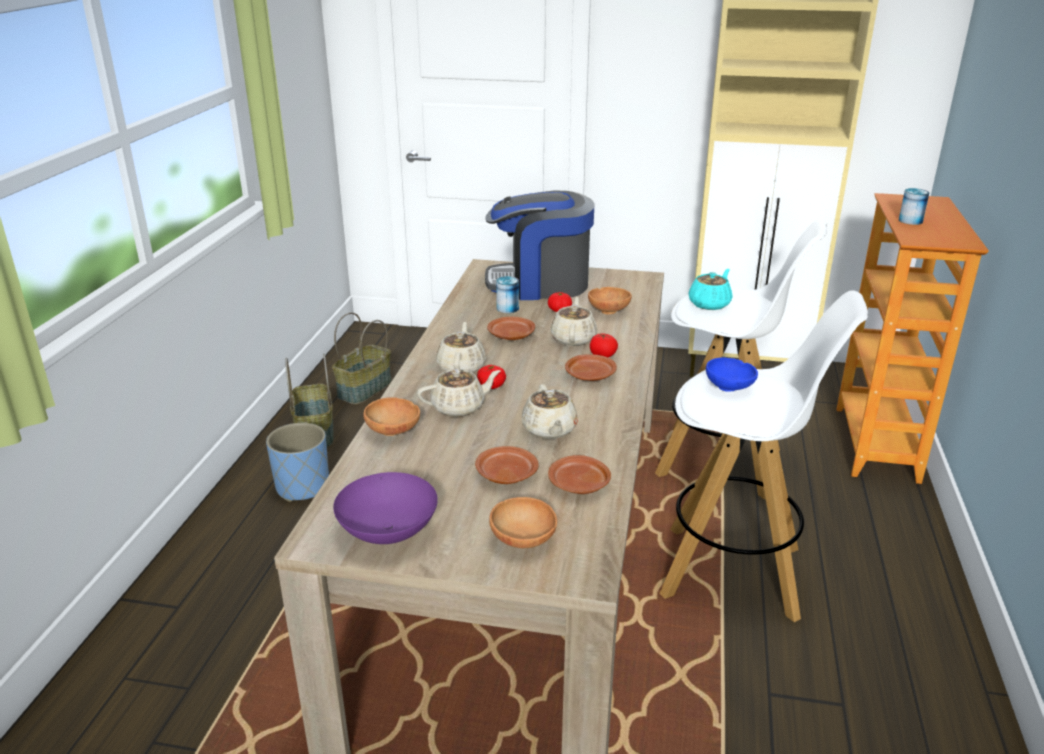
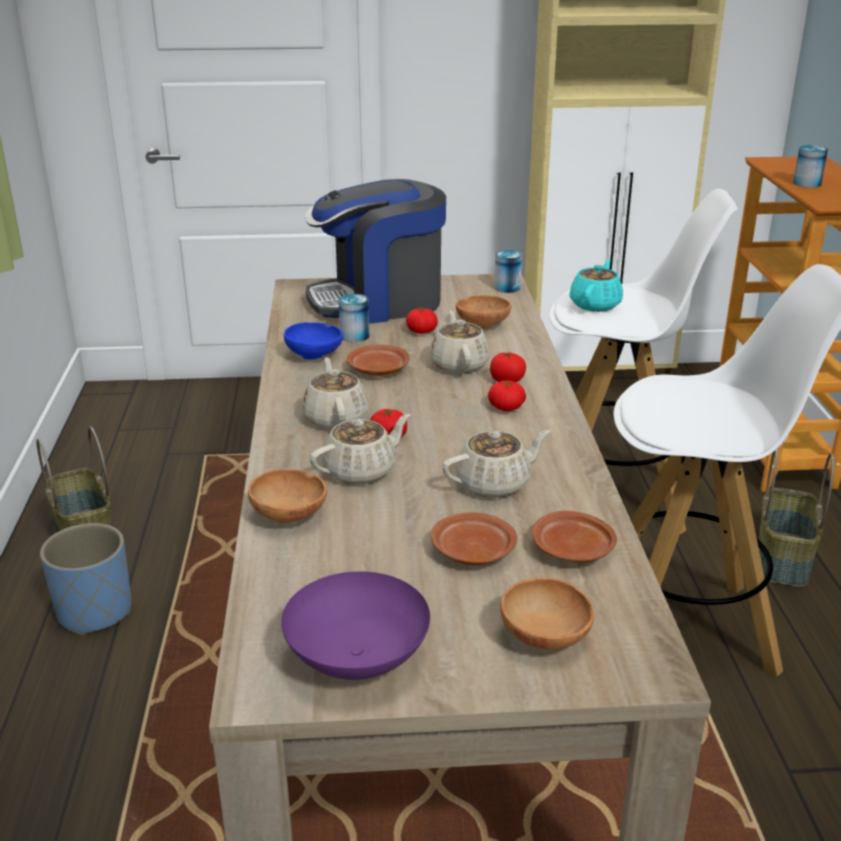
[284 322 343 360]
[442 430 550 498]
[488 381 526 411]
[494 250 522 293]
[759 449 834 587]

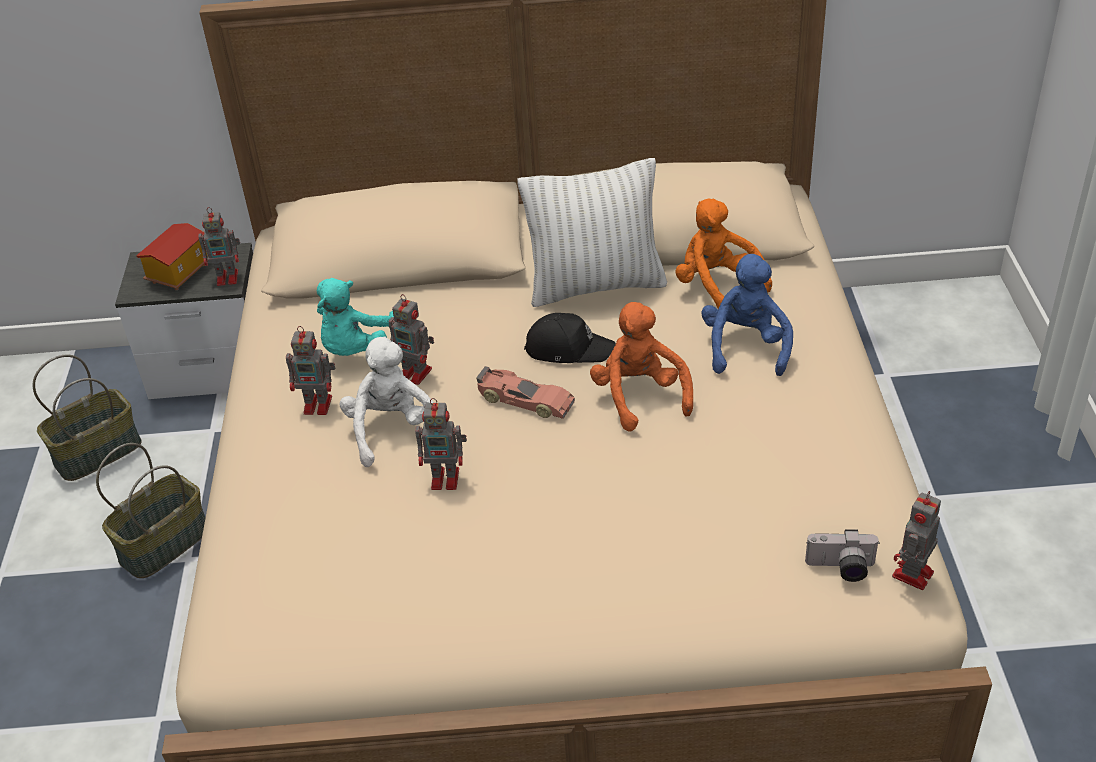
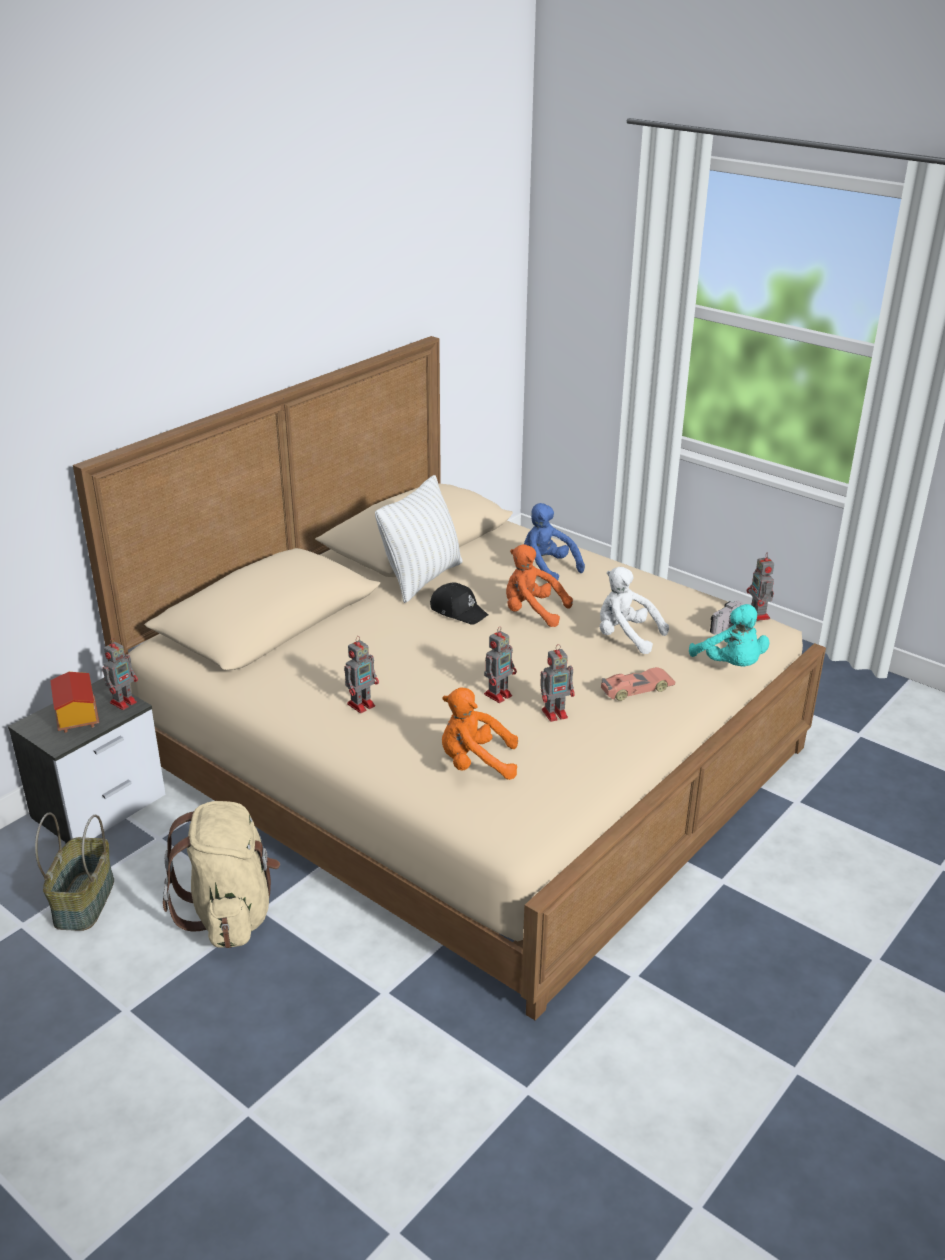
[163 801 280 948]
[430 583 488 624]
[442 688 518 780]
[540 644 575 722]
[600 567 669 654]
[601 667 675 701]
[689 604 769 666]

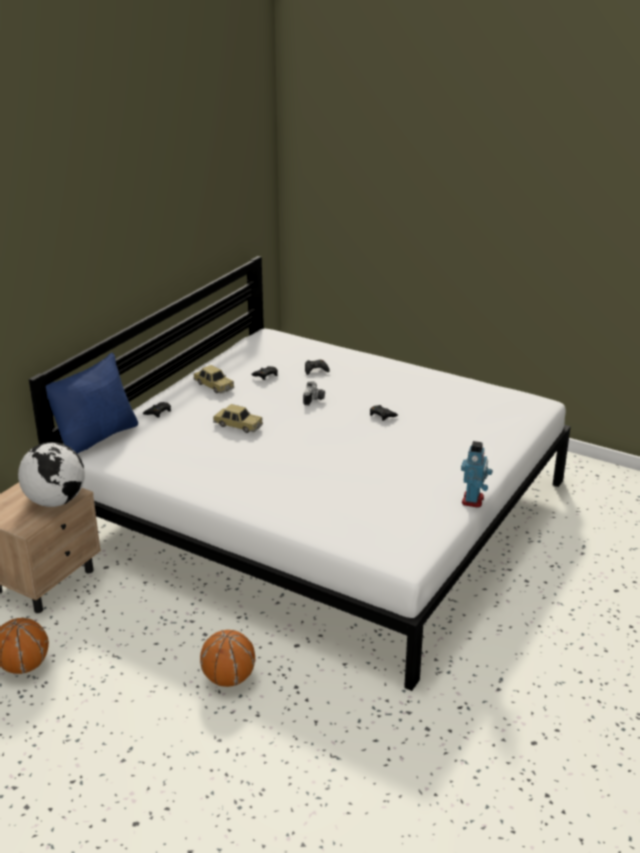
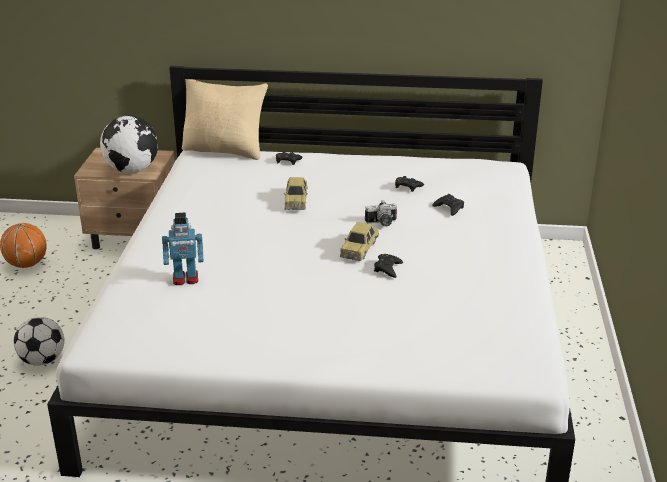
[14 317 64 366]
[162 213 204 285]
[182 79 268 160]
[340 222 379 261]

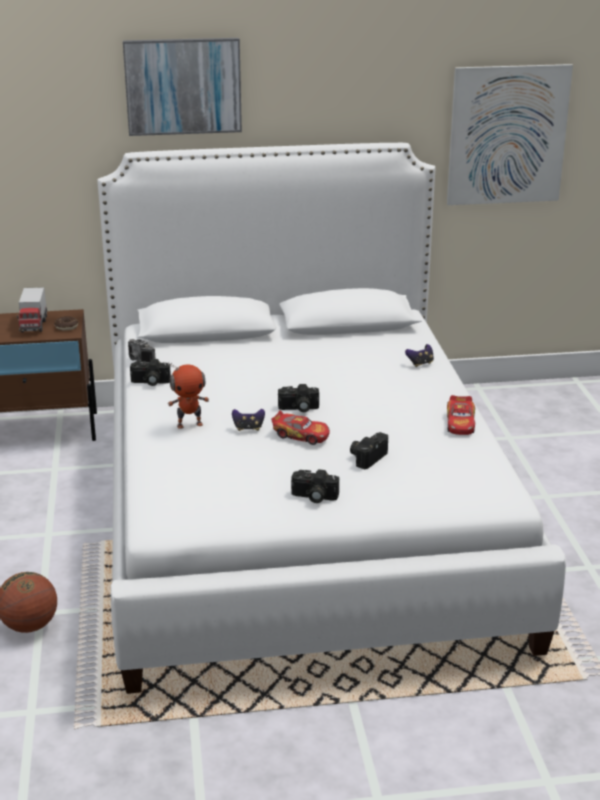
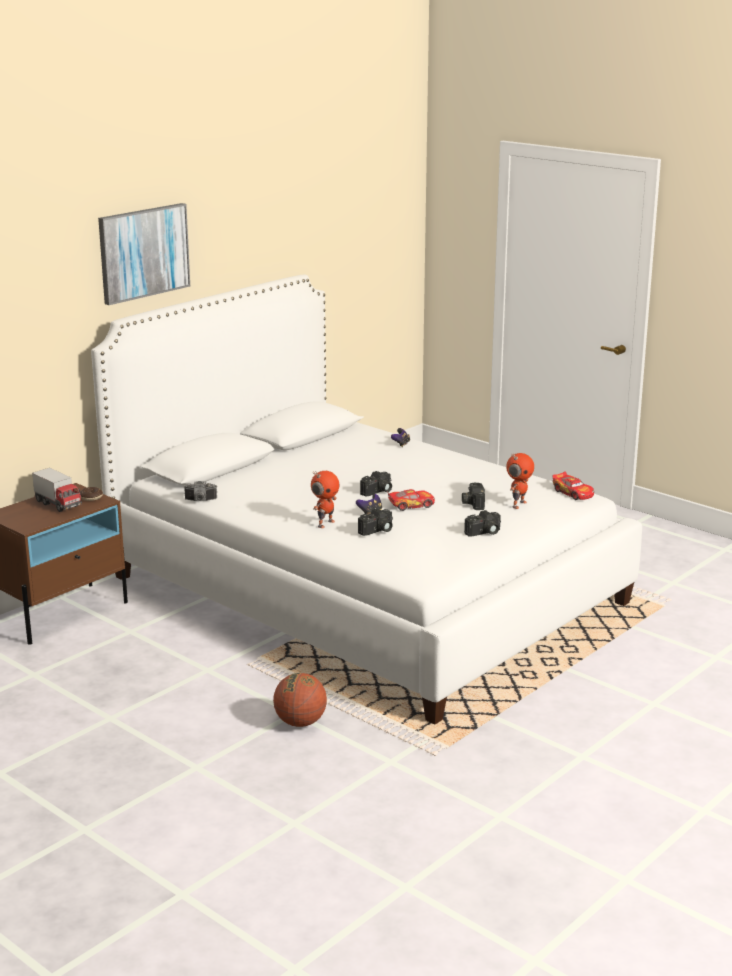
[358 508 393 536]
[506 453 534 509]
[553 472 594 500]
[447 64 573 205] (first image)

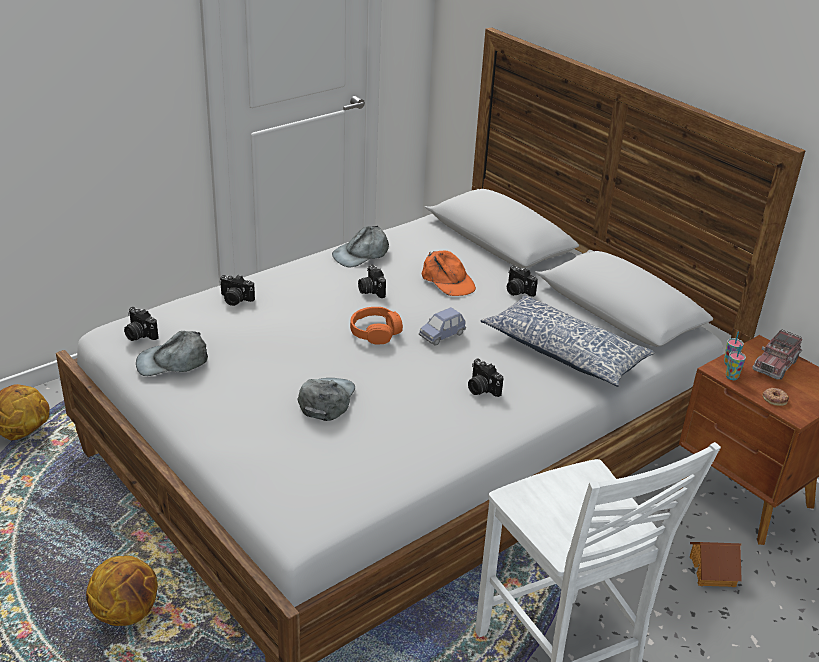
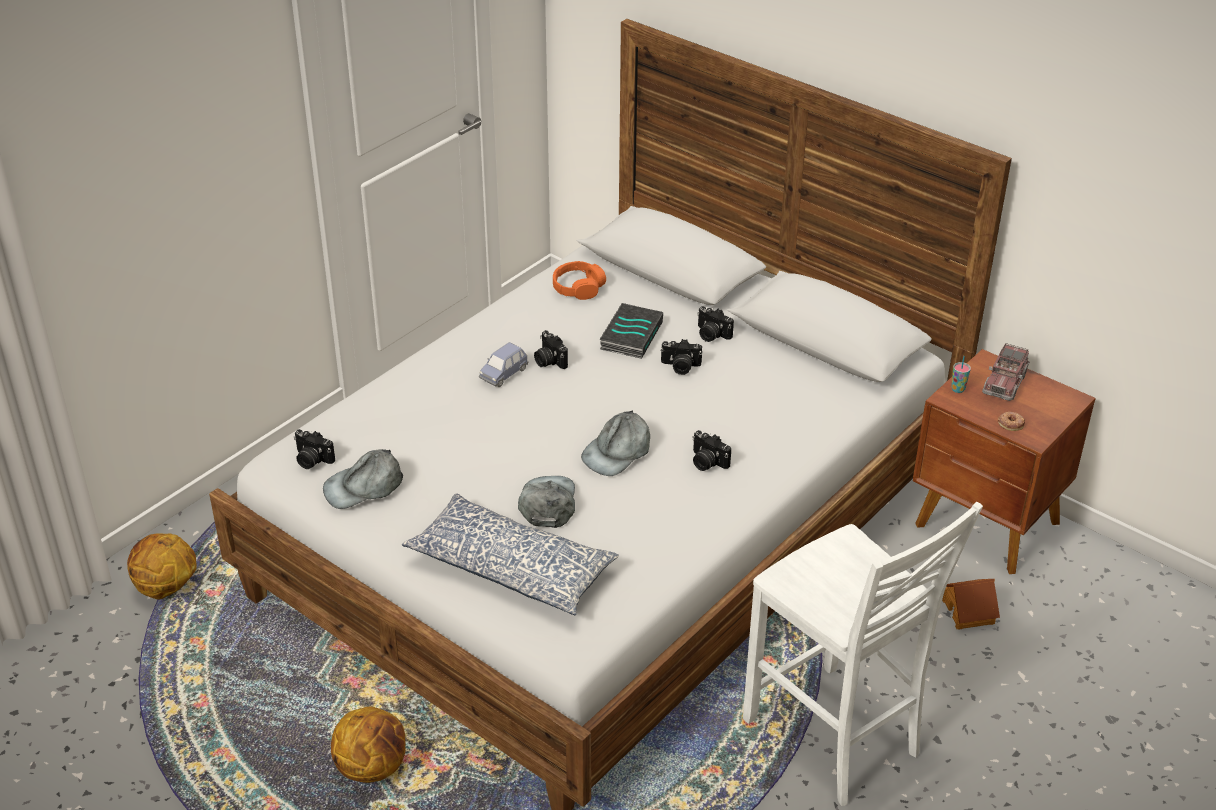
[402 493 619 615]
[479 342 529 387]
[553 261 606 300]
[581 410 650 476]
[599 303 663 359]
[661 339 702 375]
[726 345 746 380] (first image)

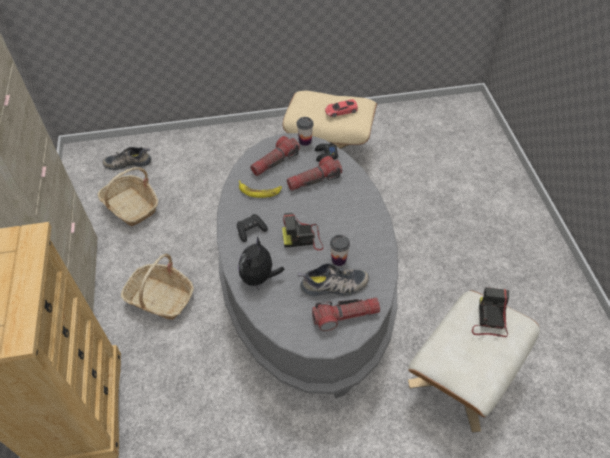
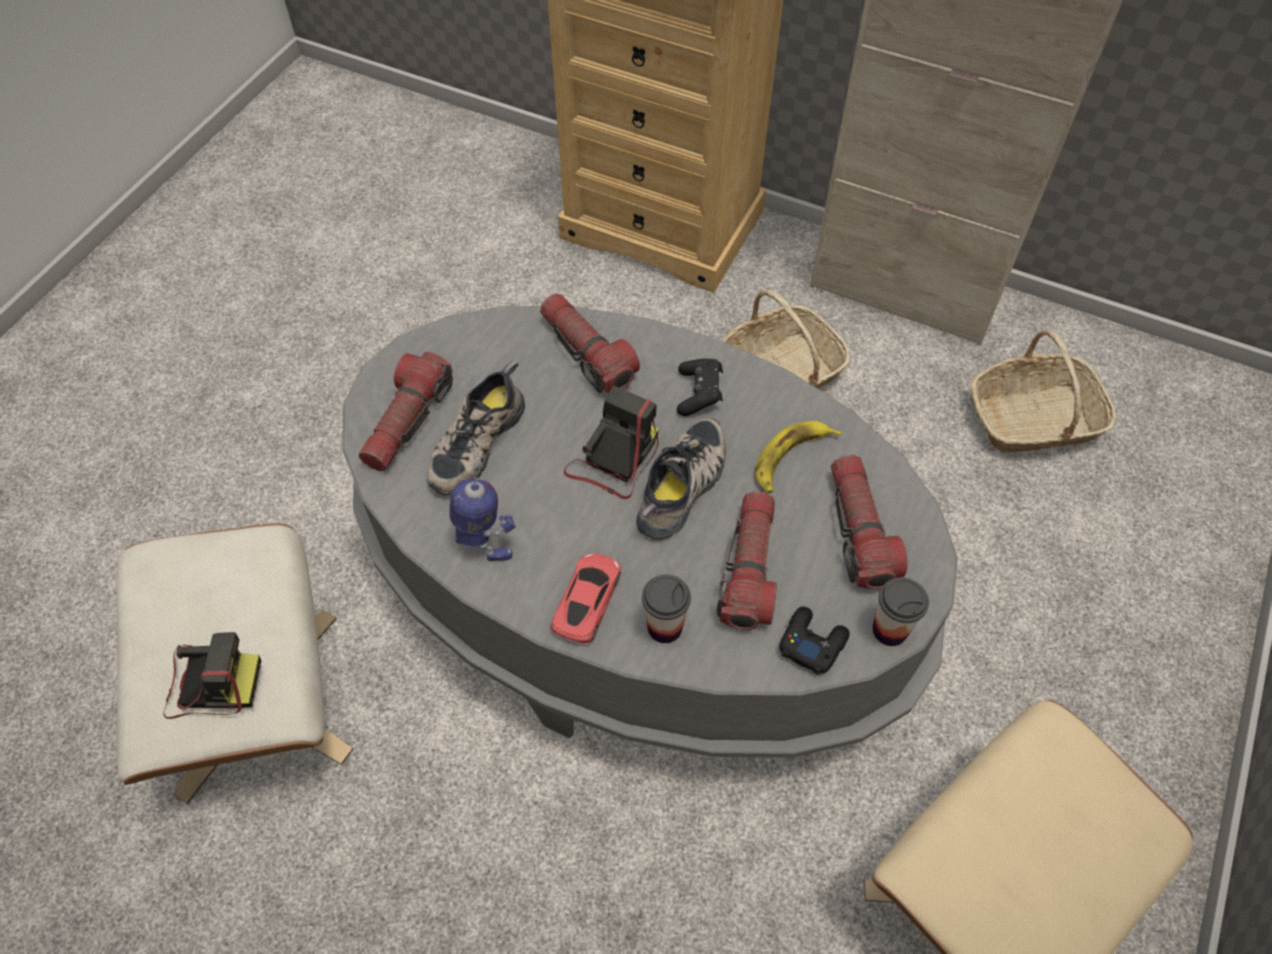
[164 632 261 719]
[449 442 516 561]
[540 294 640 394]
[551 553 621 644]
[636 417 726 539]
[642 575 691 643]

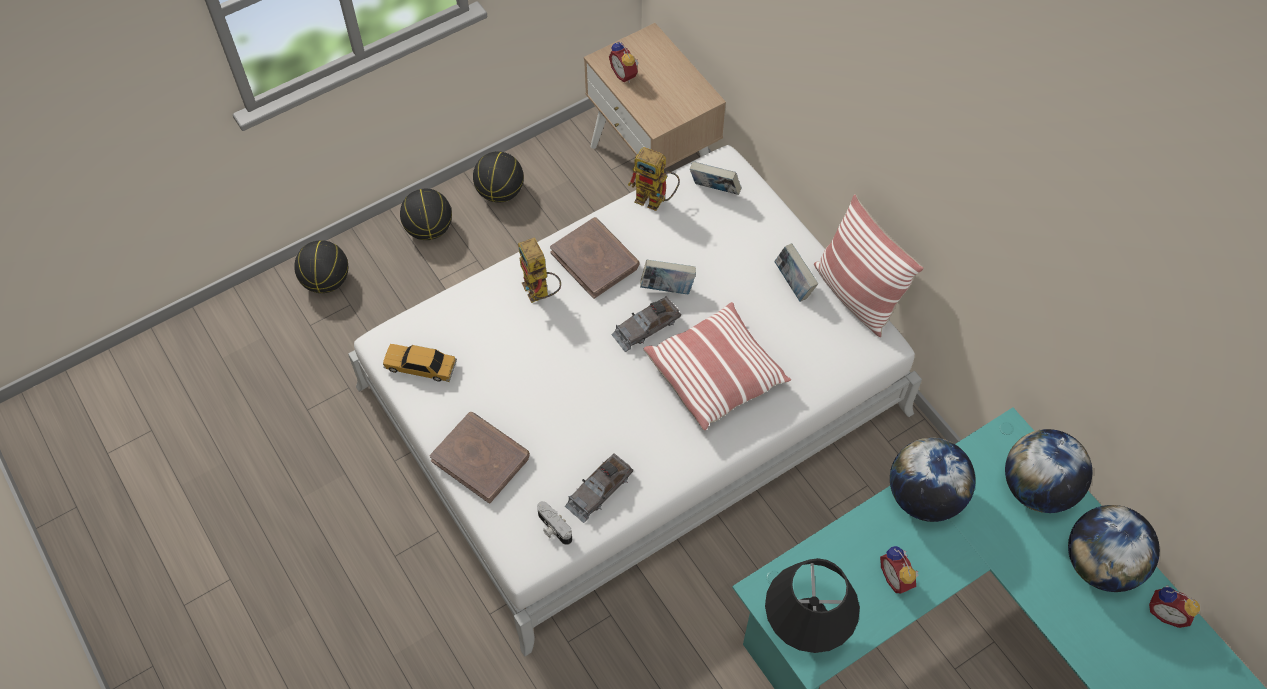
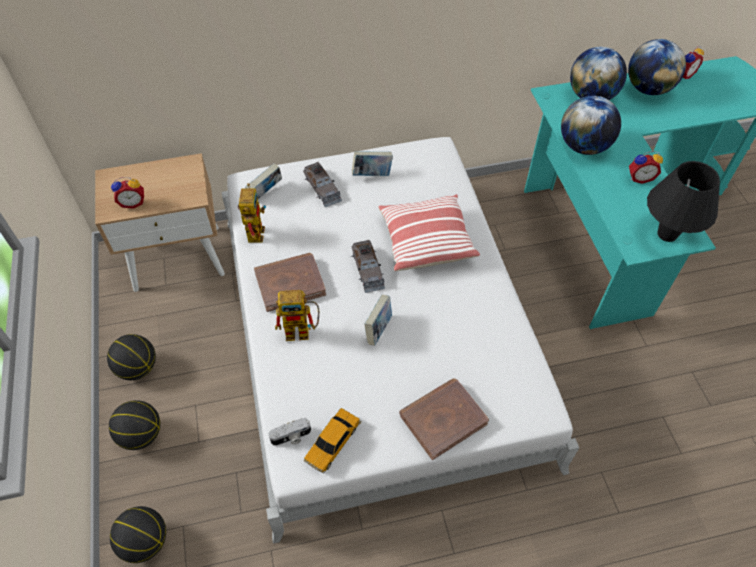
[238 183 266 243]
[269 418 311 446]
[303 162 342 207]
[364 295 392 346]
[814 194 924 337] (first image)

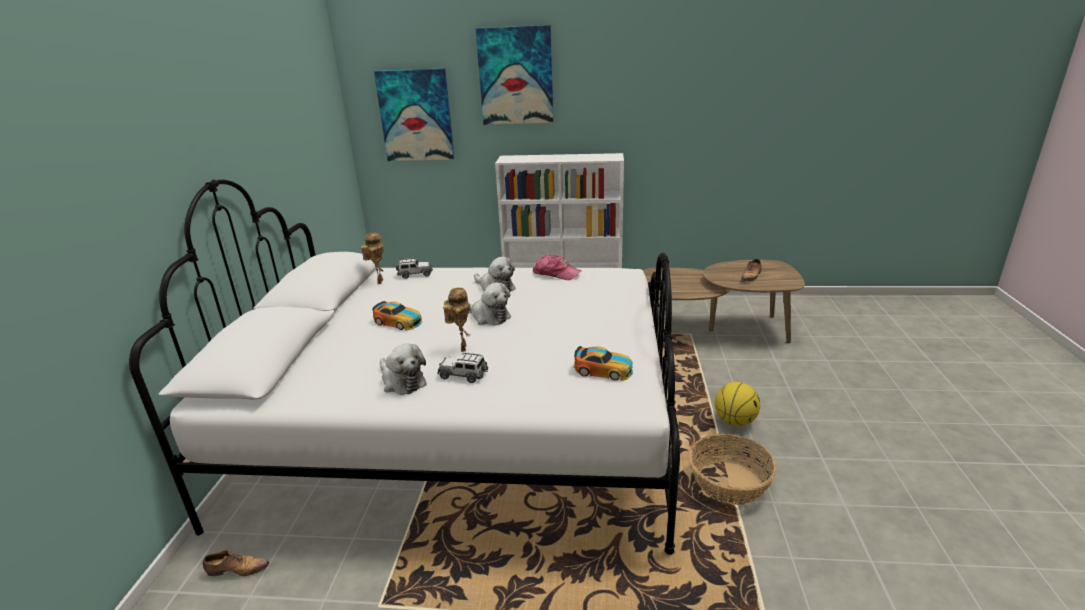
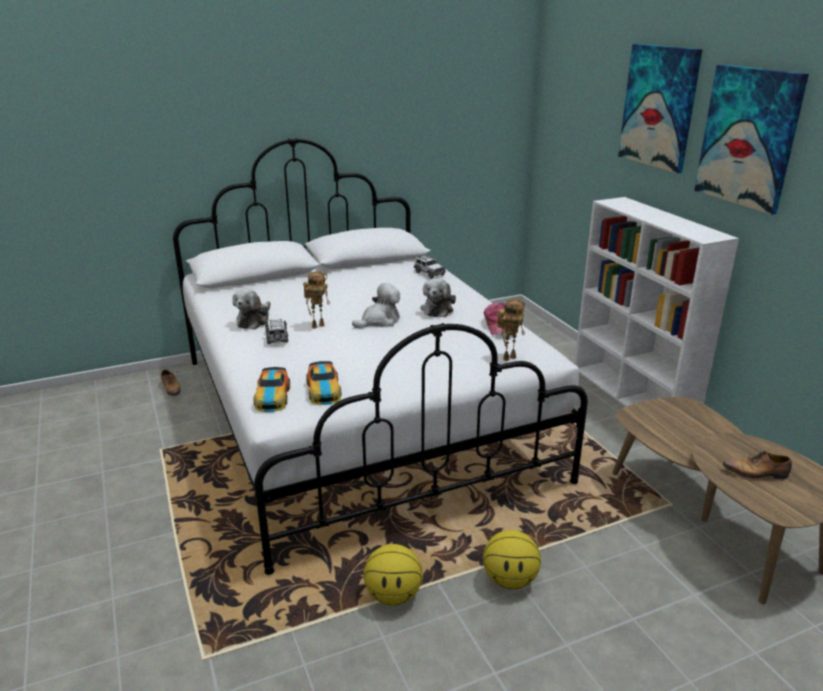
[253 367 290 412]
[352 283 400 328]
[364 544 422 605]
[497 299 525 361]
[694 65 809 215]

